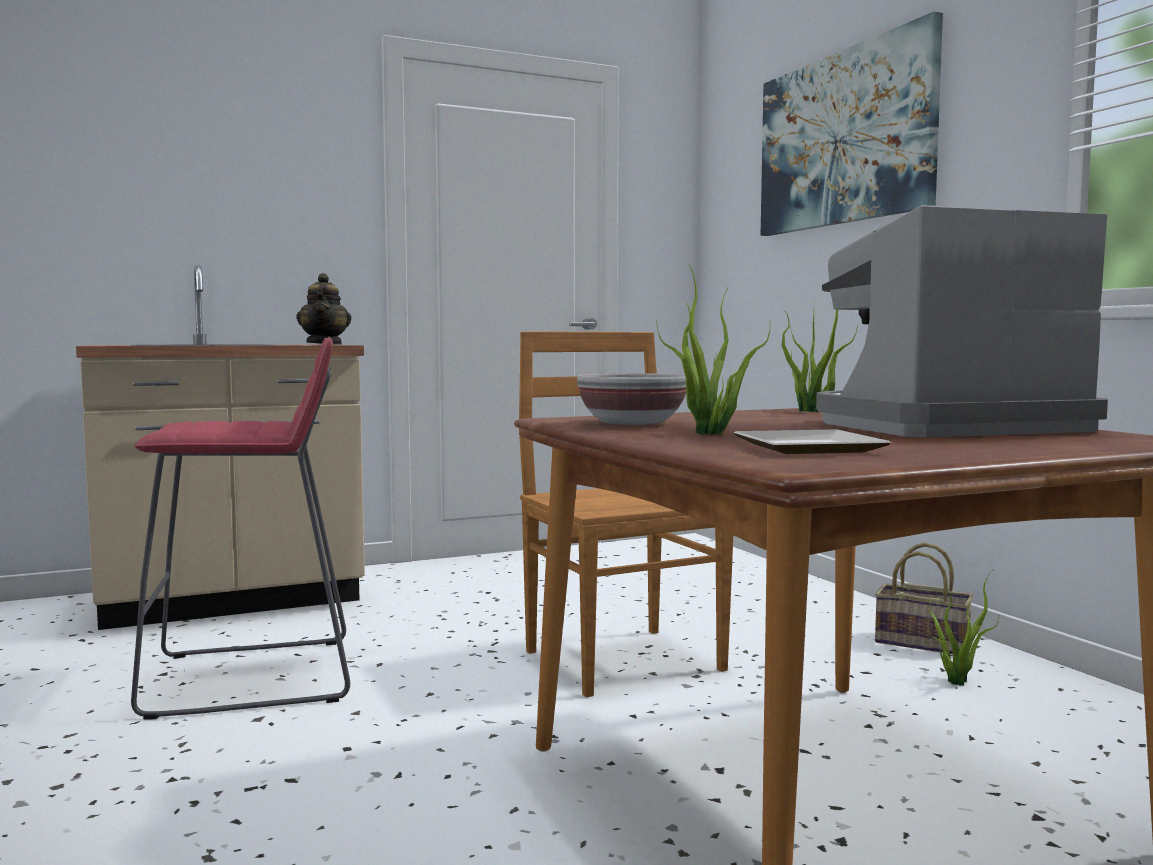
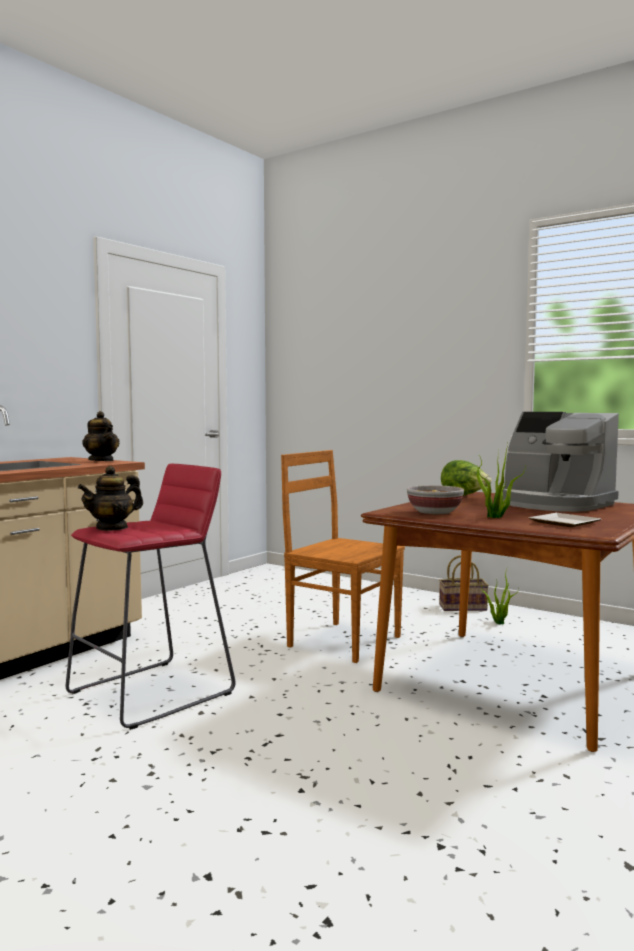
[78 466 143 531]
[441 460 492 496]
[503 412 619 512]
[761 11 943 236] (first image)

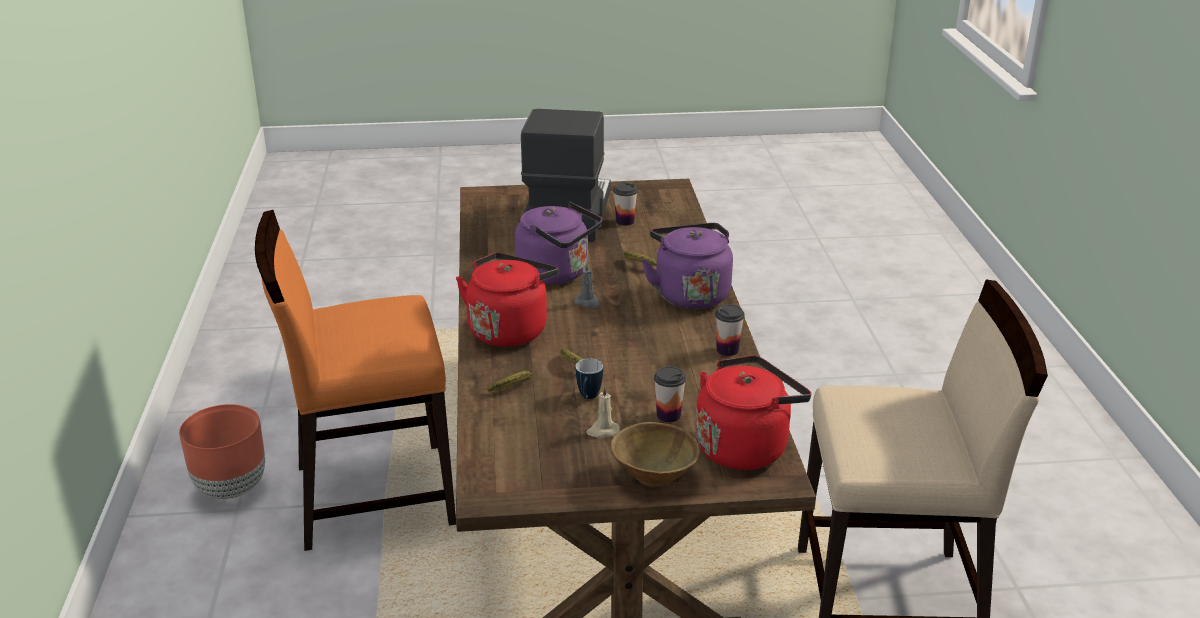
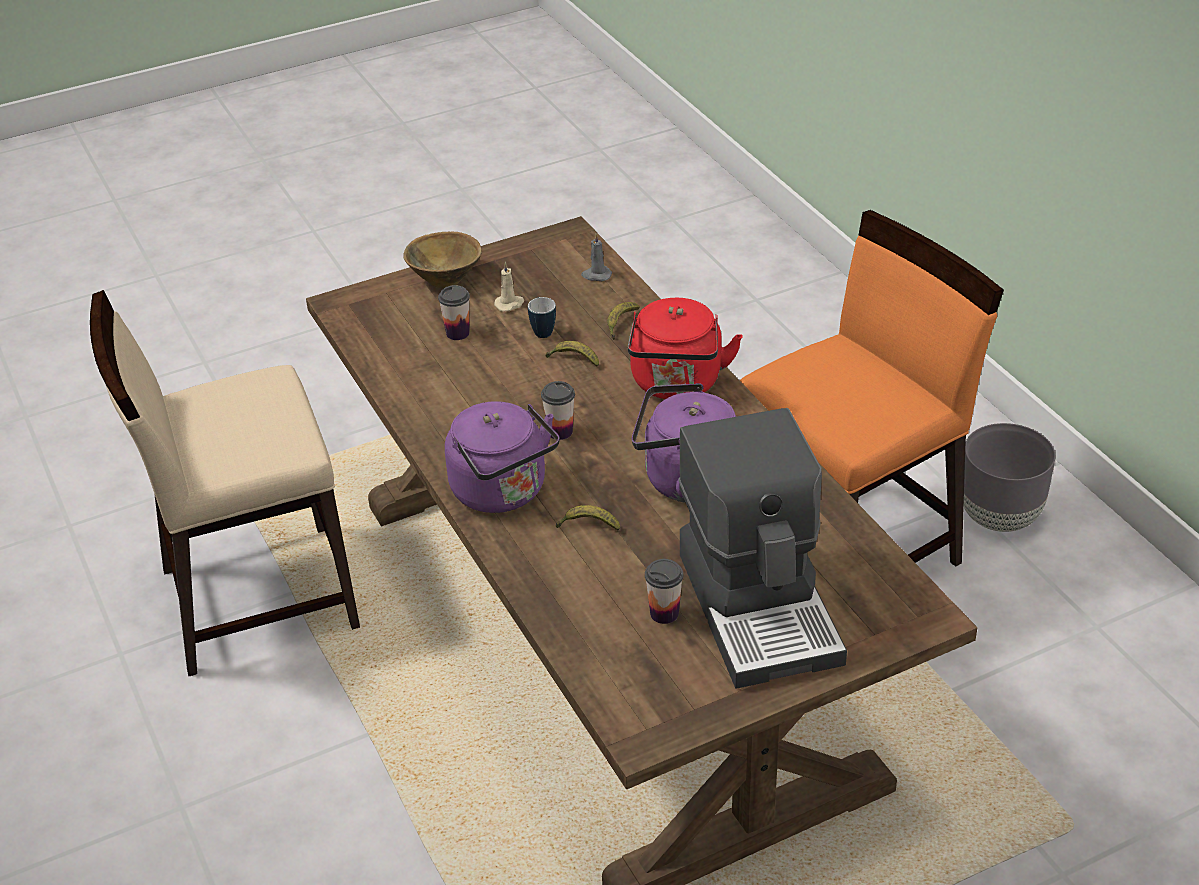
[541 381 575 440]
[581 233 612 281]
[964 423 1055 532]
[695 355 811 470] (first image)

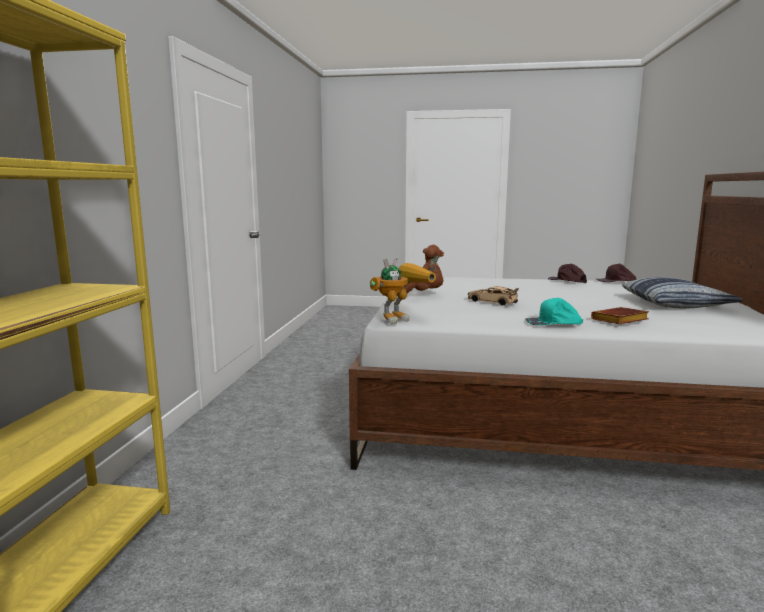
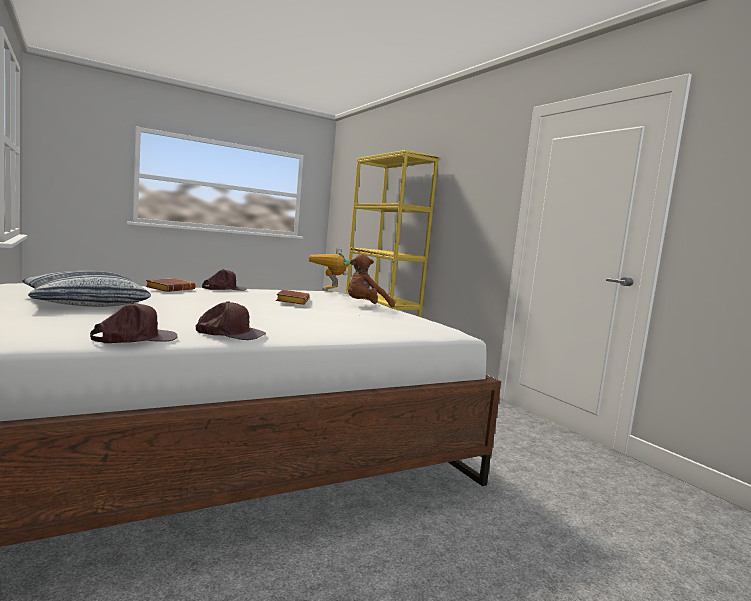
[202 269 246 291]
[276 290 310 305]

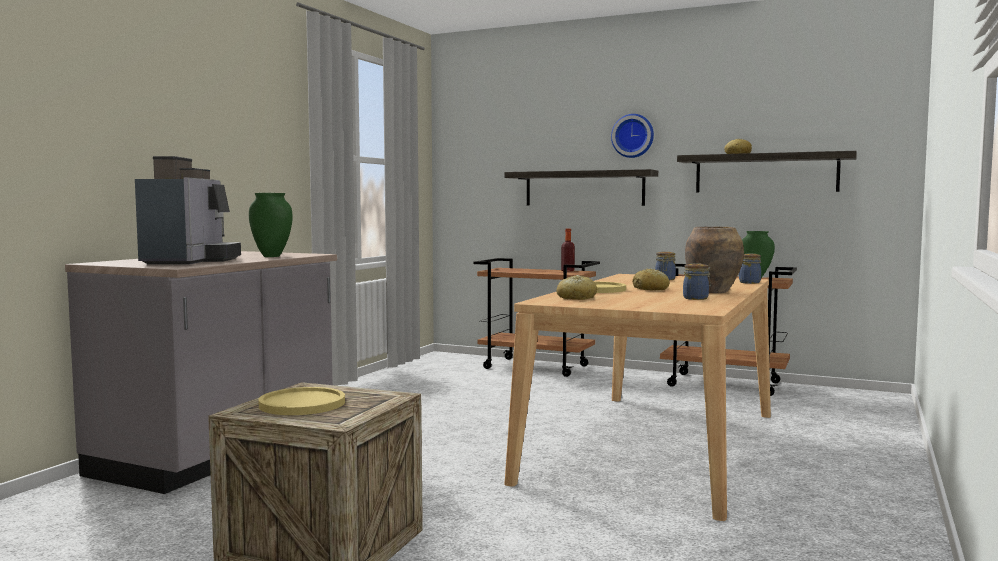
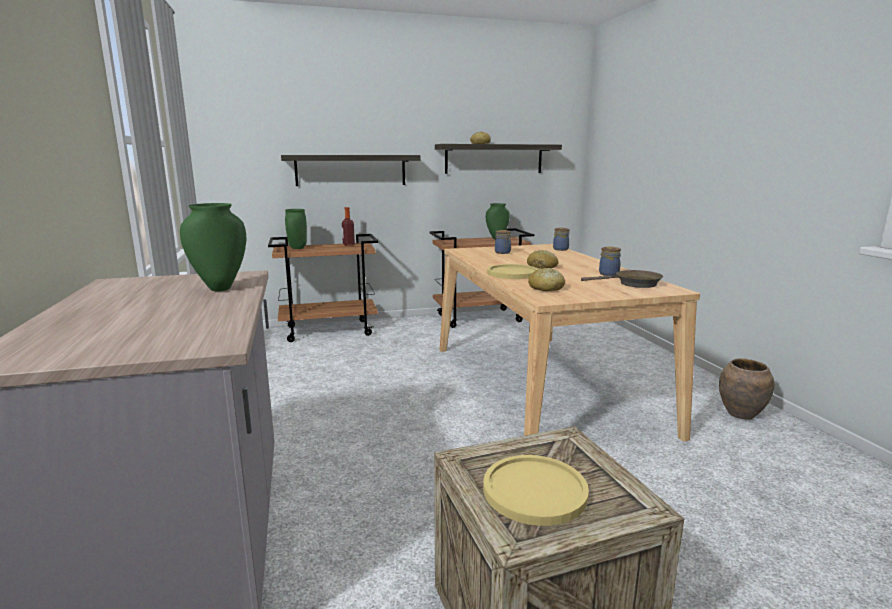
[285 209 307 249]
[581 270 663 288]
[719 358 774 420]
[135 156 241 265] (first image)
[611 114 654 158] (first image)

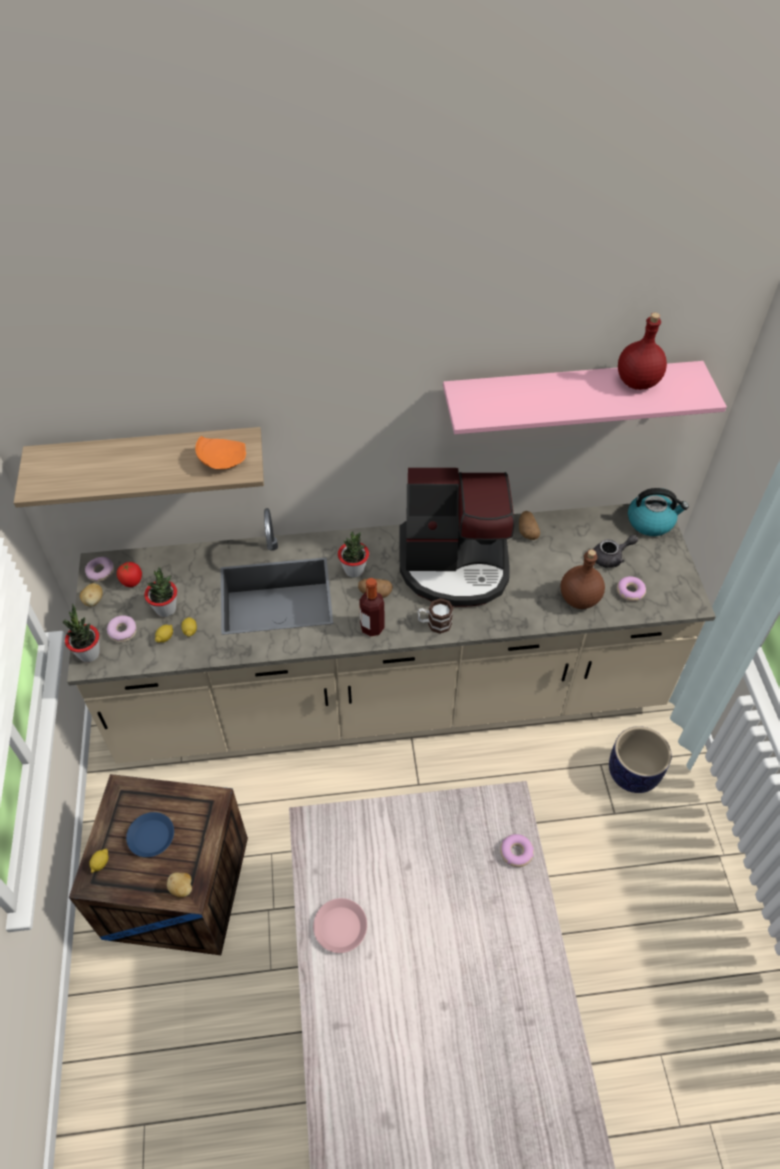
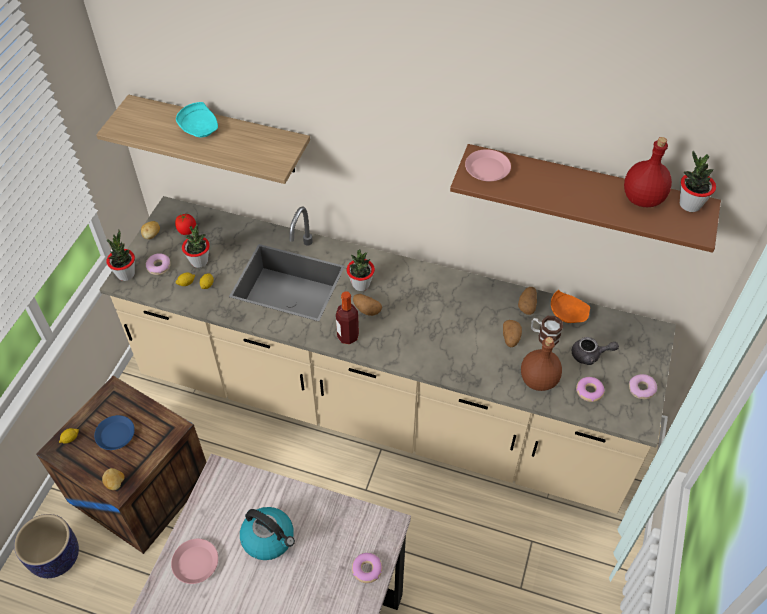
[14 514 79 578]
[176 102 218 137]
[240 507 295 560]
[450 144 721 253]
[465 149 511 181]
[503 320 522 347]
[531 316 563 345]
[551 290 590 323]
[629 374 657 399]
[680 151 716 212]
[399 468 515 607] (first image)

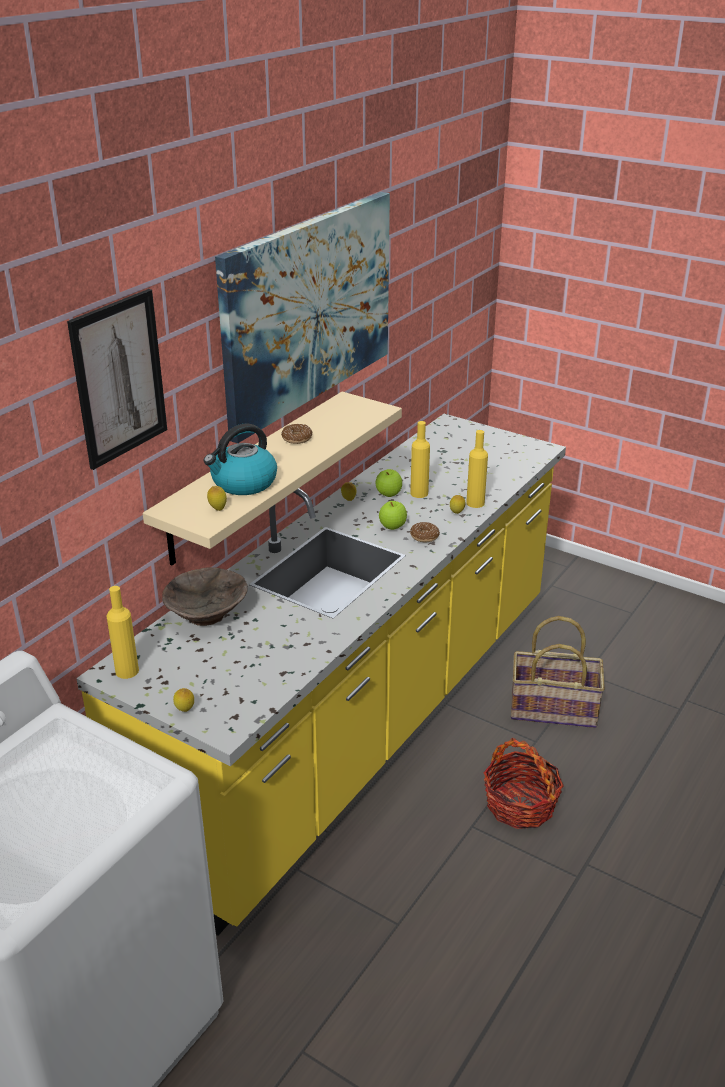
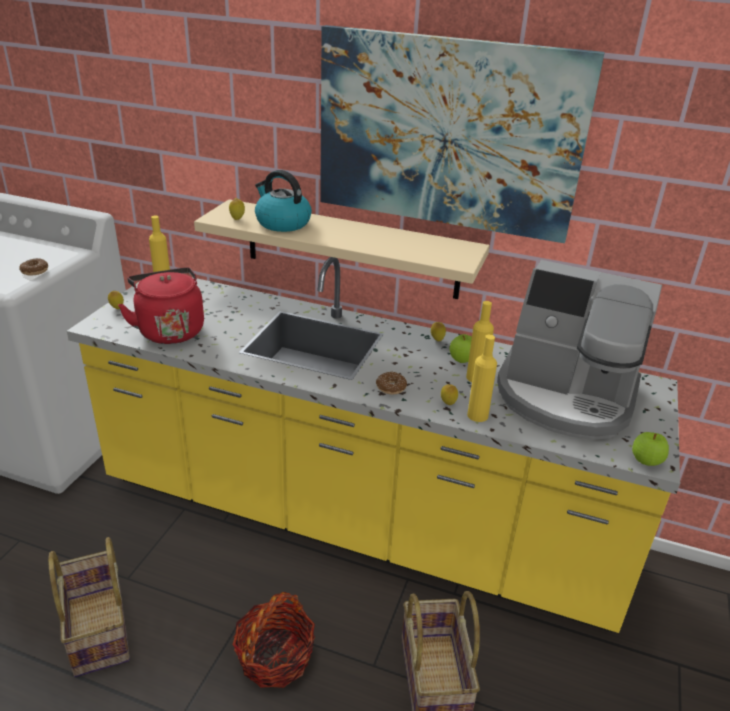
[19 258 48 275]
[48 537 130 677]
[118 267 204 344]
[497 260 662 440]
[632 432 669 466]
[67 289 167 470] (first image)
[162 567 248 626] (first image)

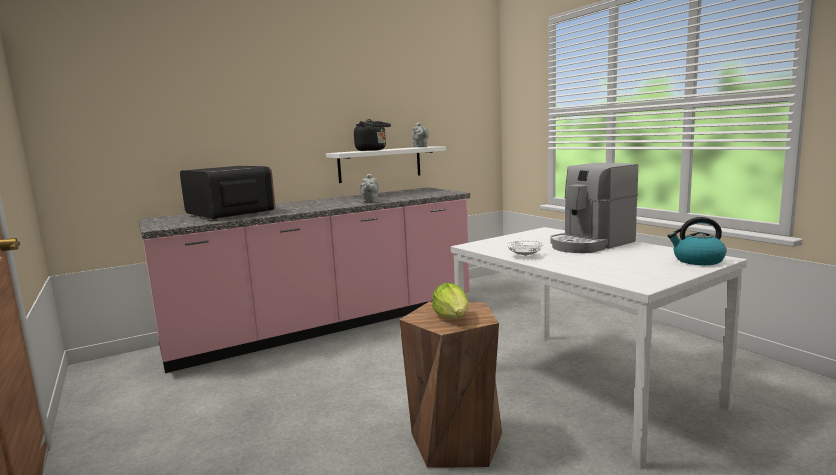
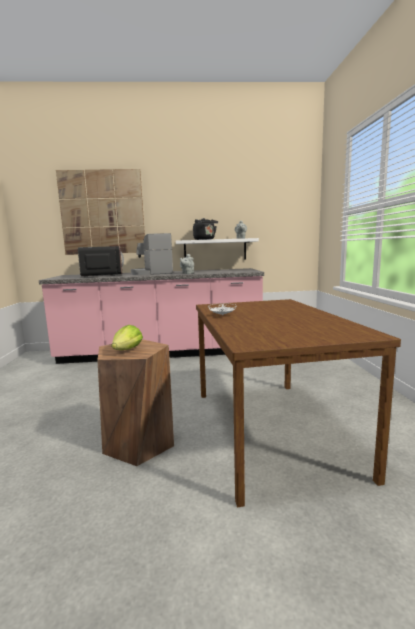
[56 169 145 255]
[131 233 173 275]
[196 299 401 507]
[667 217 726 265] (first image)

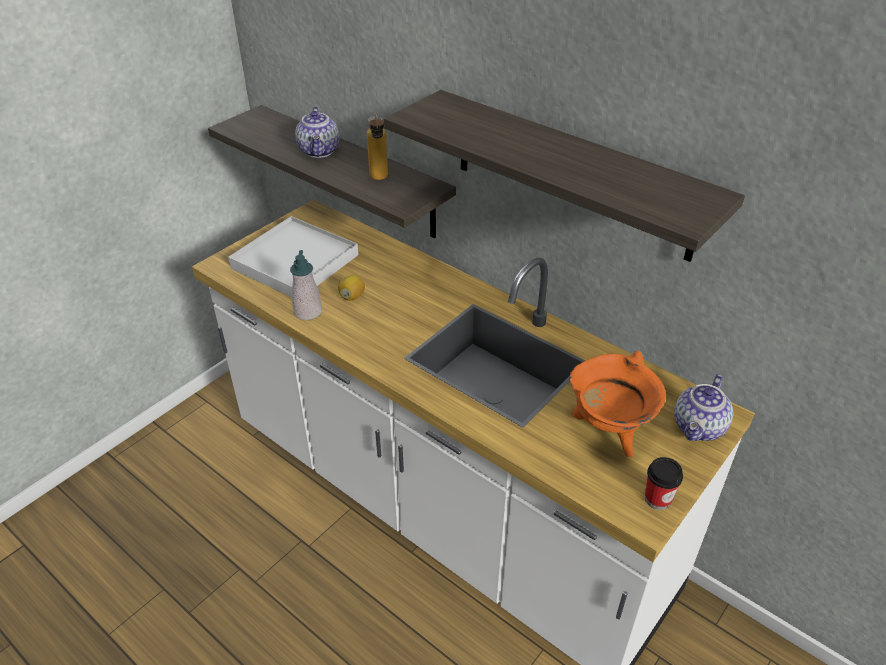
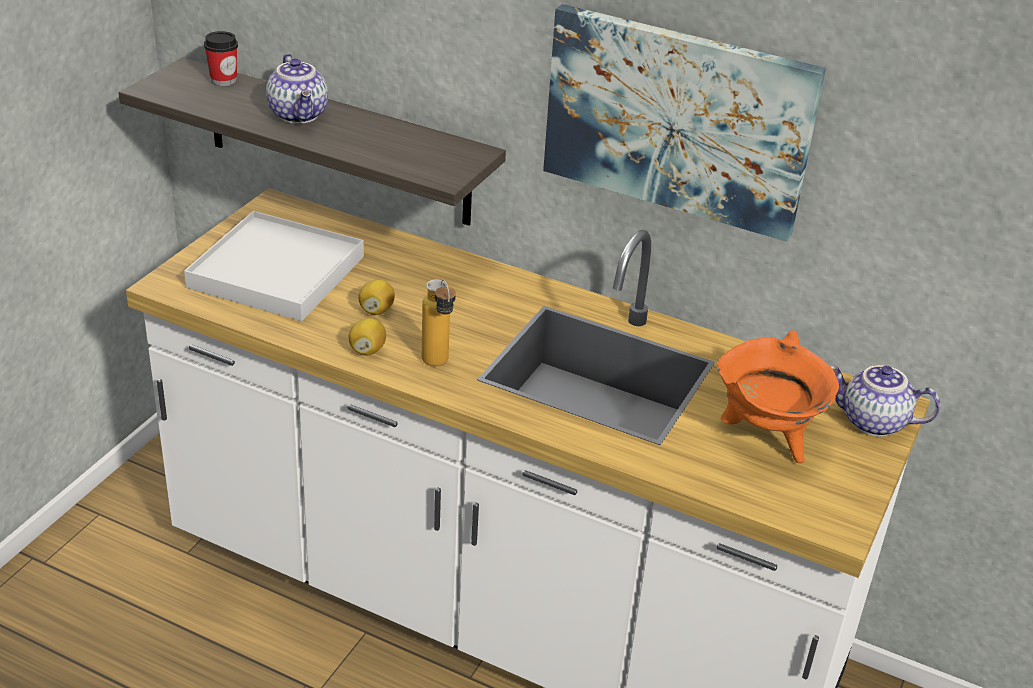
[204 31 238 86]
[348 318 386 356]
[422 279 456 366]
[543 4 826 242]
[830 365 940 437]
[290 250 322 320] (first image)

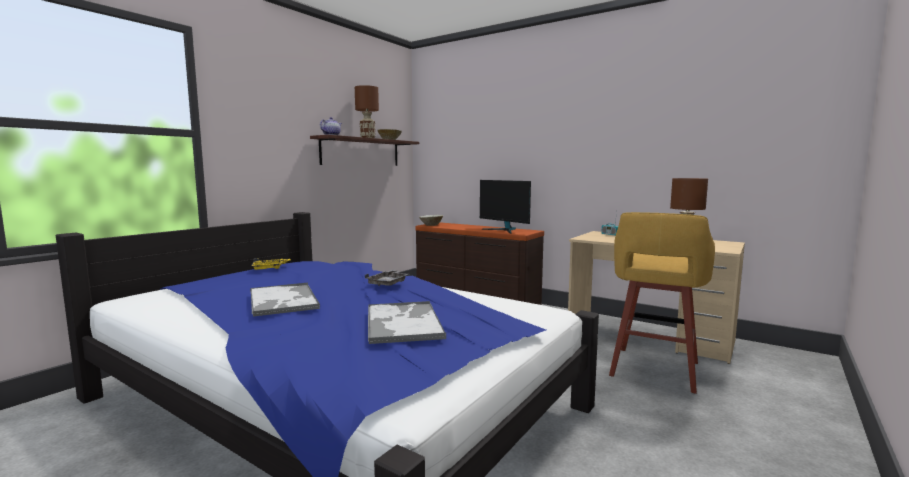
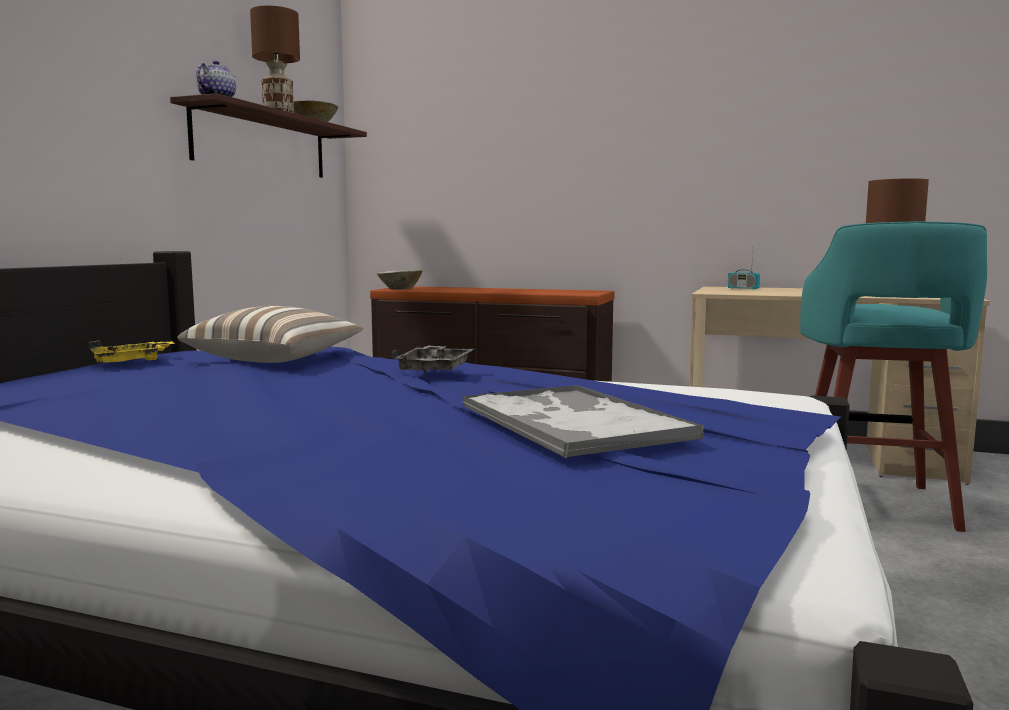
[177 306 363 363]
[800 222 987 532]
[250 283 320 317] (first image)
[479 180 531 234] (first image)

